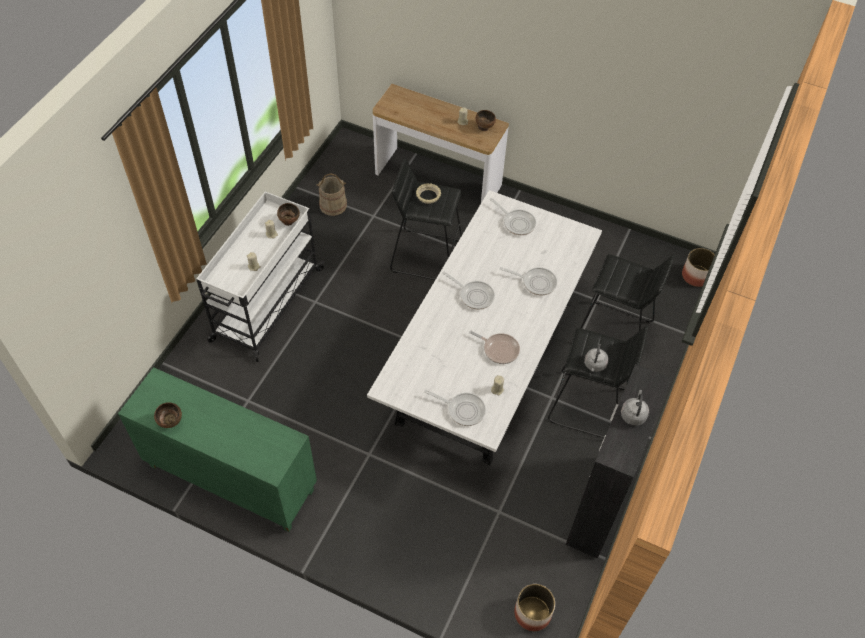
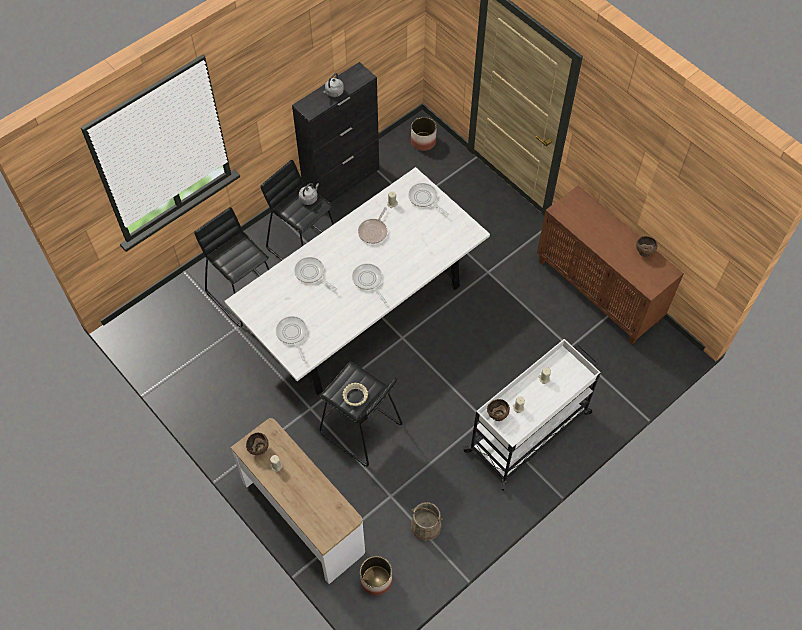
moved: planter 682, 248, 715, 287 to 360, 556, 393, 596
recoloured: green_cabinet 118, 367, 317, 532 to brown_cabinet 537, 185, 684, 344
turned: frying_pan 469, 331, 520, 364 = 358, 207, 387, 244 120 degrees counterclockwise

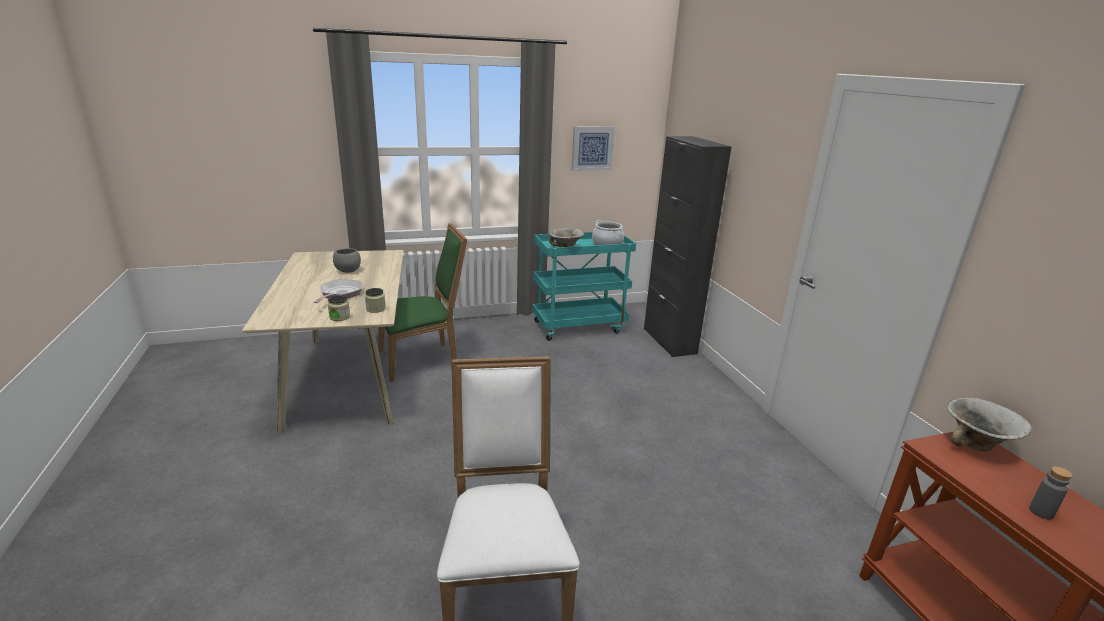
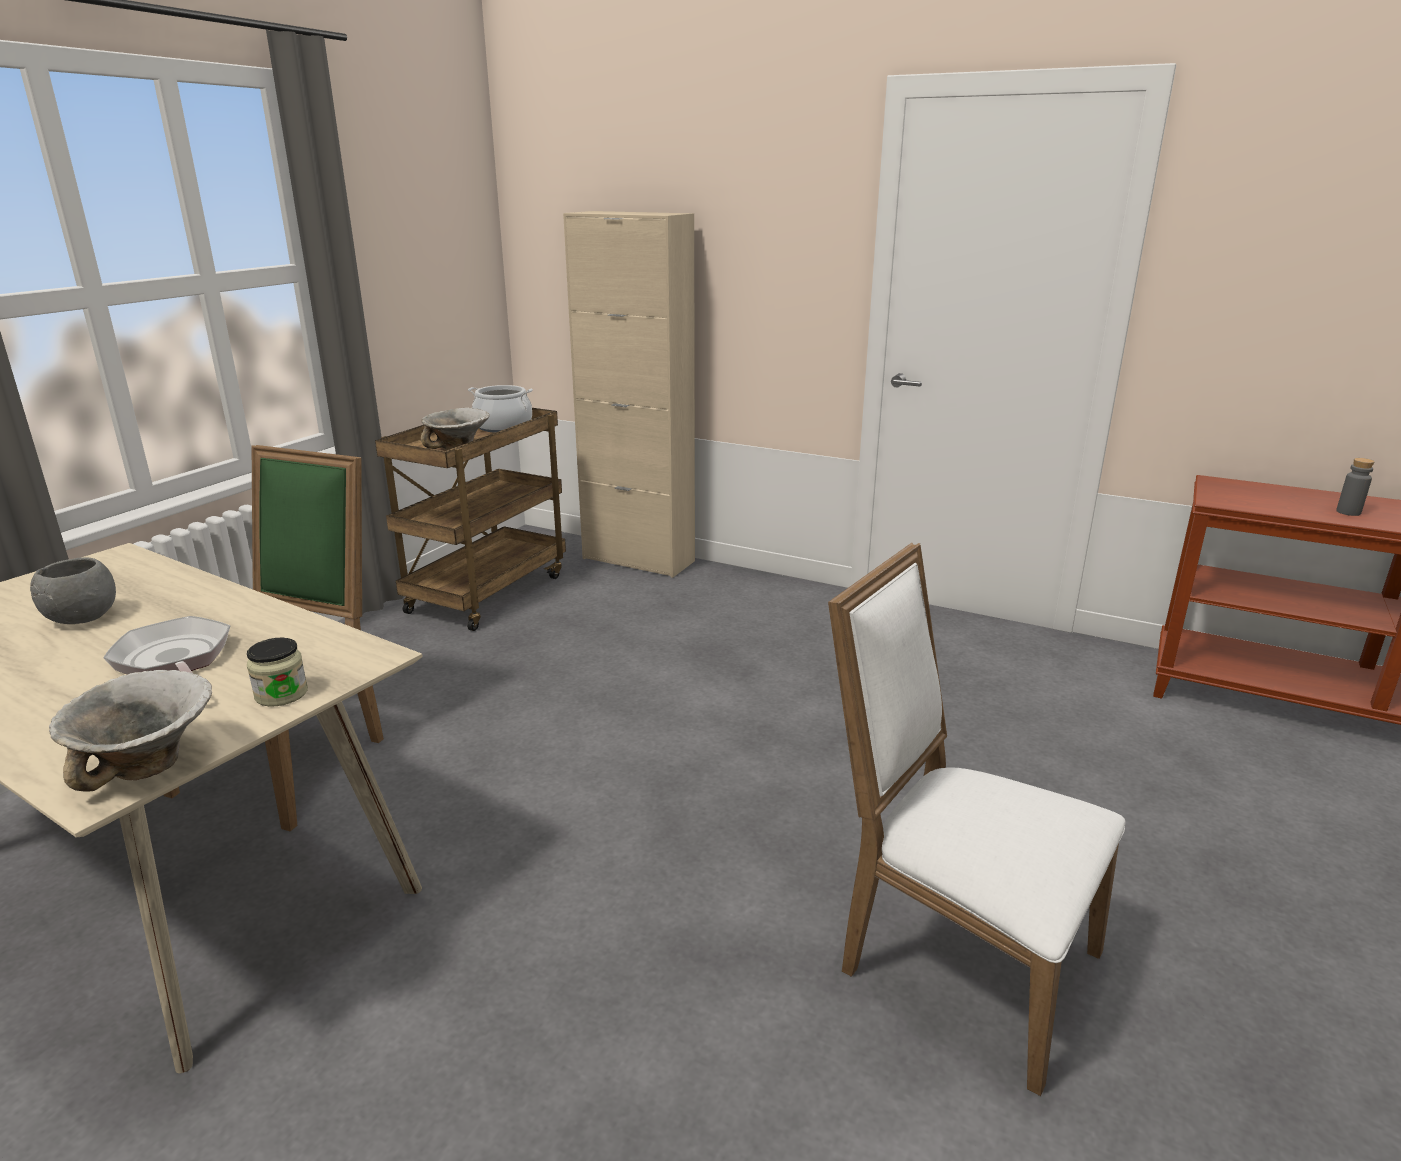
removed: picture 571, 126, 615, 171; jar 365, 288, 386, 313
moved: bowl 947, 397, 1032, 451 to 49, 670, 212, 791
recoloured: black_cabinet 644, 136, 731, 357 to beige_cabinet 563, 211, 695, 578; turquoise_cart 532, 232, 636, 341 to brown_cart 375, 408, 566, 631

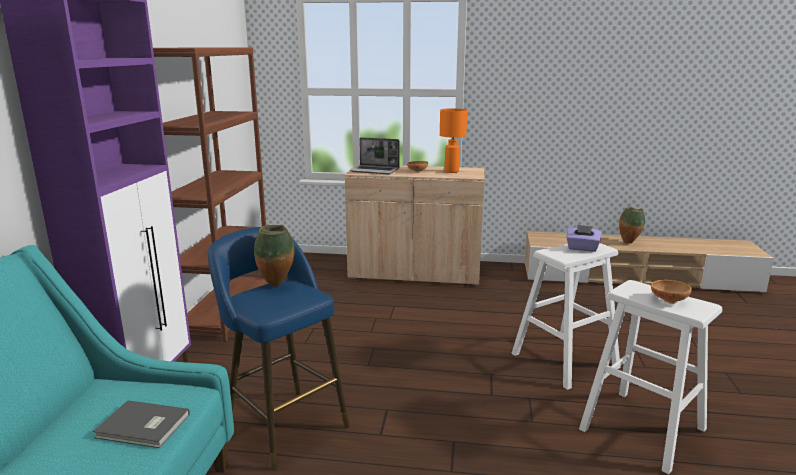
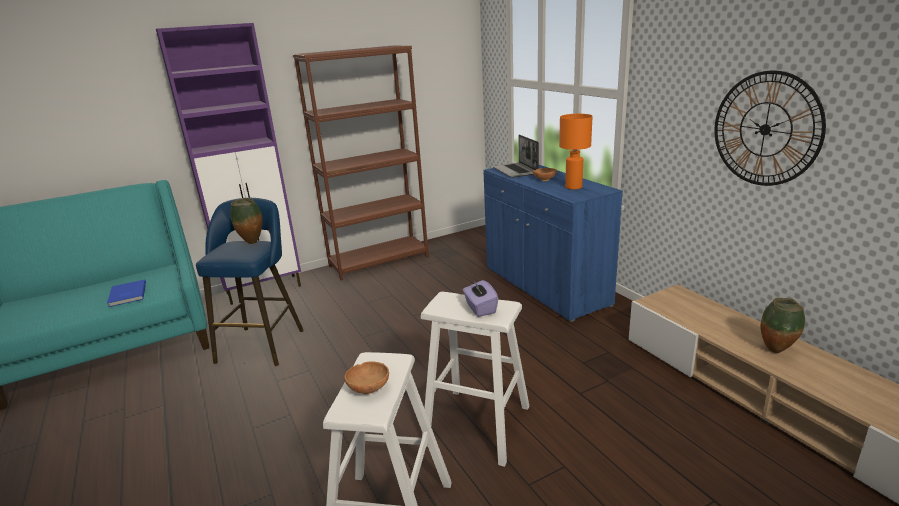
added: wall_clock 715, 71, 826, 186
recoloured: beige_cabinet 344, 164, 484, 286 to blue_cabinet 483, 165, 623, 322; grey_book 93, 400, 190, 448 to blue_book 107, 279, 146, 307

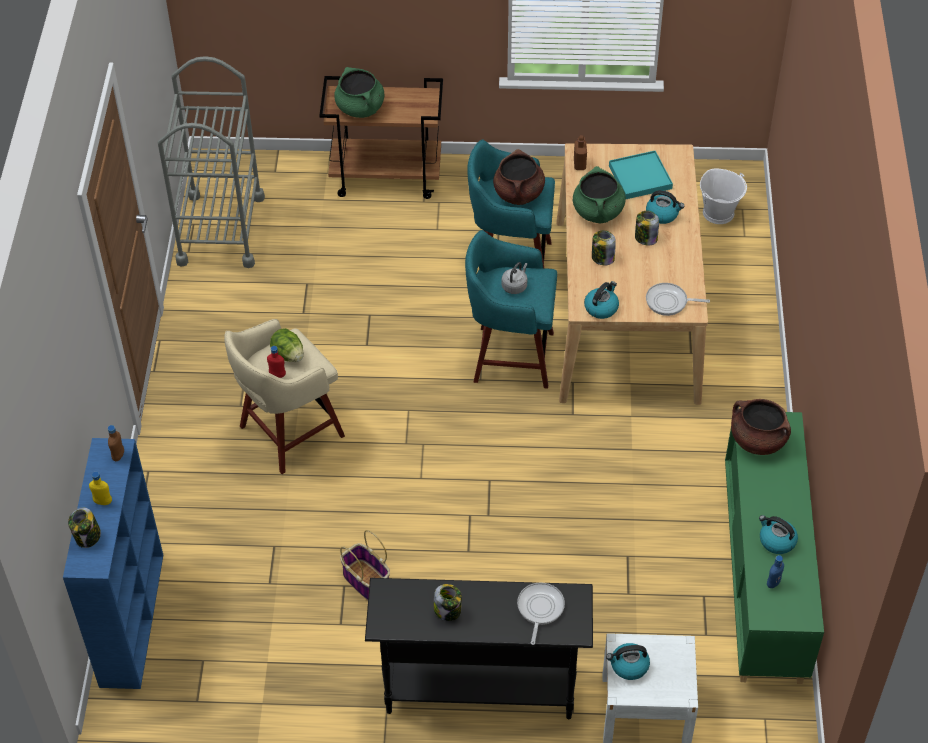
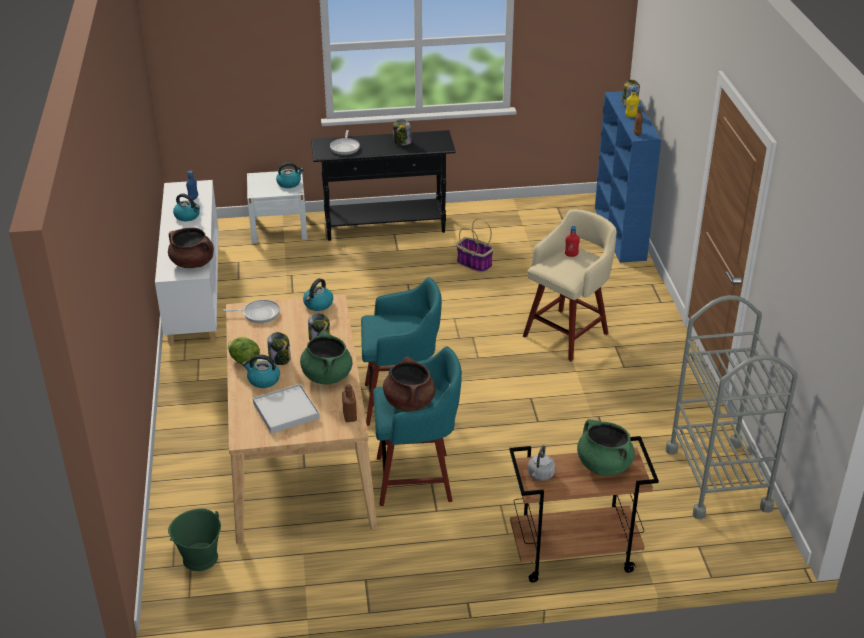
moved: grey_kettle 501, 262, 528, 294 to 528, 445, 555, 481; lettuce 270, 328, 304, 362 to 228, 337, 260, 365
recoloured: turquoise_tray 609, 151, 673, 199 to white_tray 253, 384, 320, 434; white_bucket 700, 169, 747, 224 to green_bucket 168, 508, 221, 571; green_cabinet 725, 412, 824, 684 to white_cabinet 155, 180, 219, 346

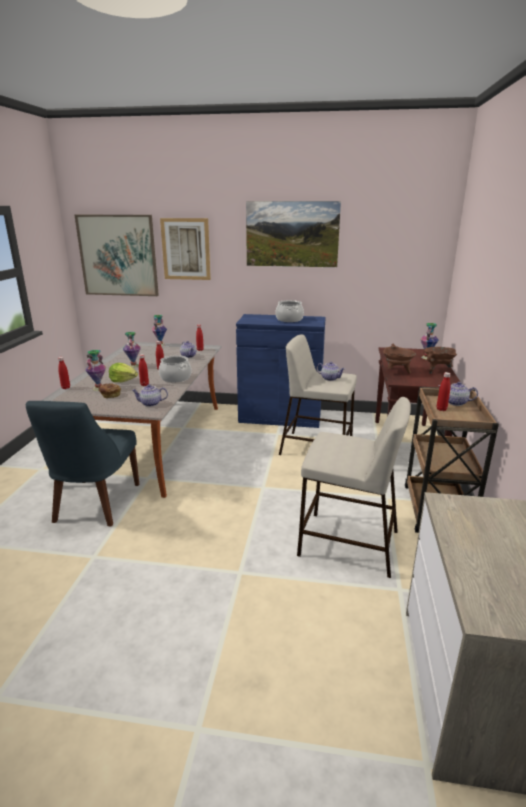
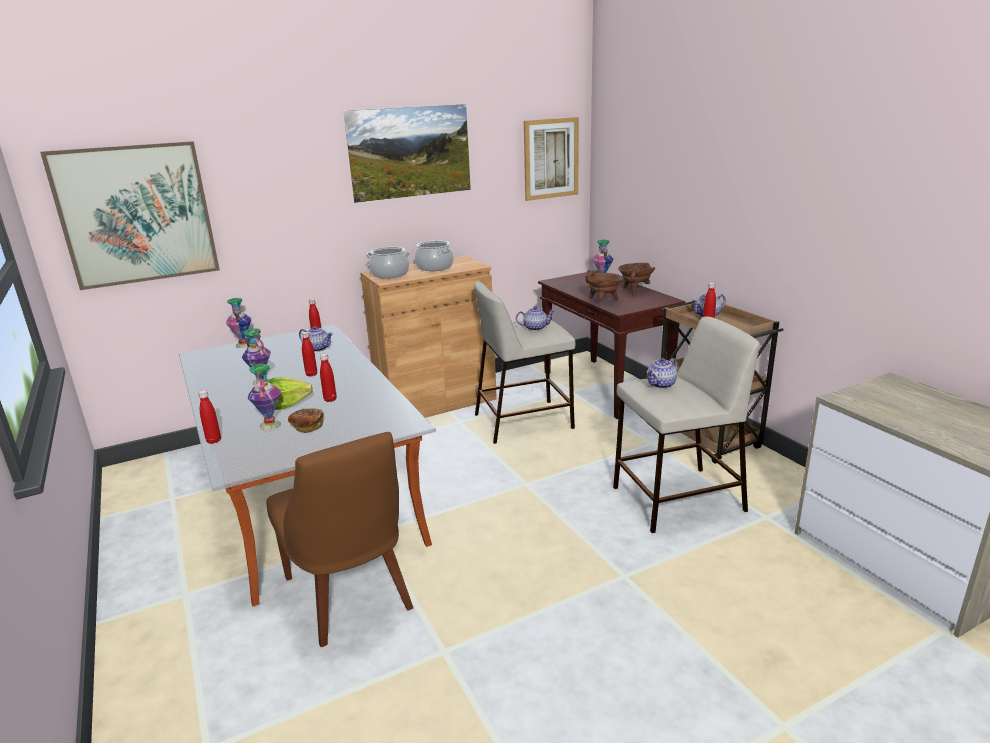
moved: picture 160, 218, 211, 280 to 524, 117, 579, 201; cooking_pot 159, 355, 192, 382 to 366, 247, 410, 278; teapot 131, 384, 168, 407 to 646, 358, 678, 389
recoloured: blue_cabinet 236, 314, 326, 428 to brown_cabinet 360, 256, 497, 418; blue_chair 26, 401, 139, 526 to brown_chair 266, 432, 413, 647

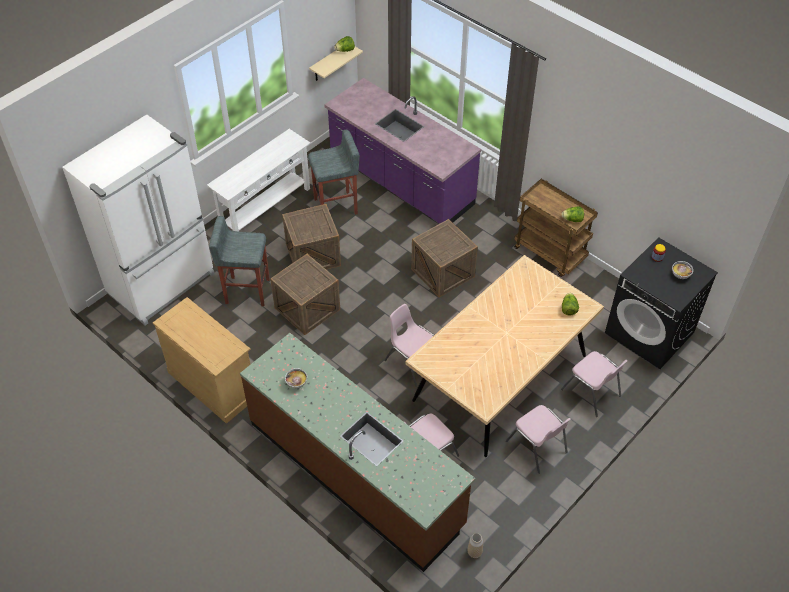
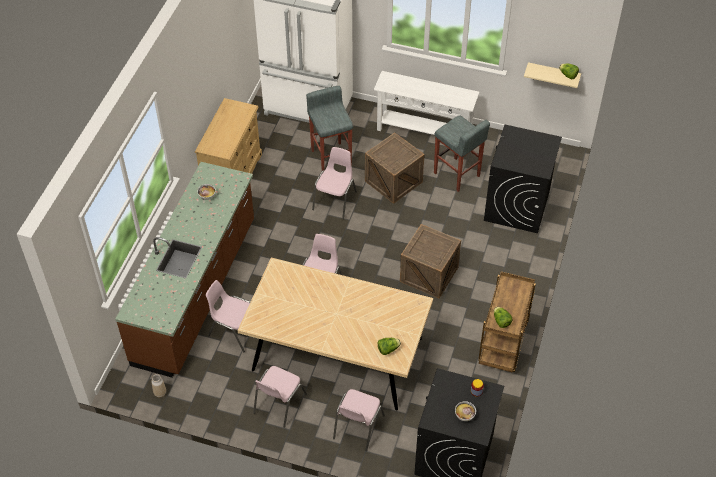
replaced: purple_counter 324, 78, 481, 224 to black_washing_machine 484, 125, 562, 233; crate 270, 254, 340, 335 to pink_chair 312, 147, 357, 219

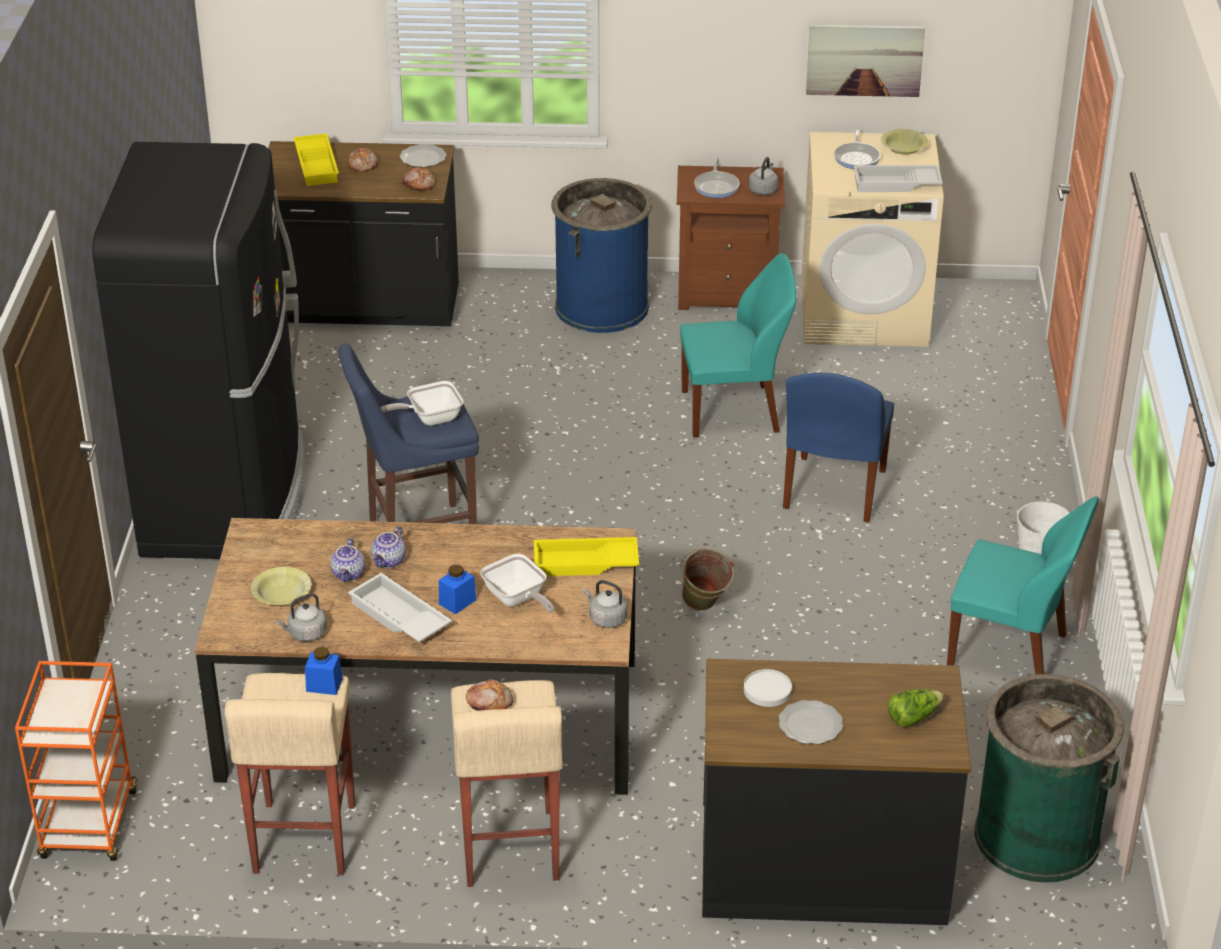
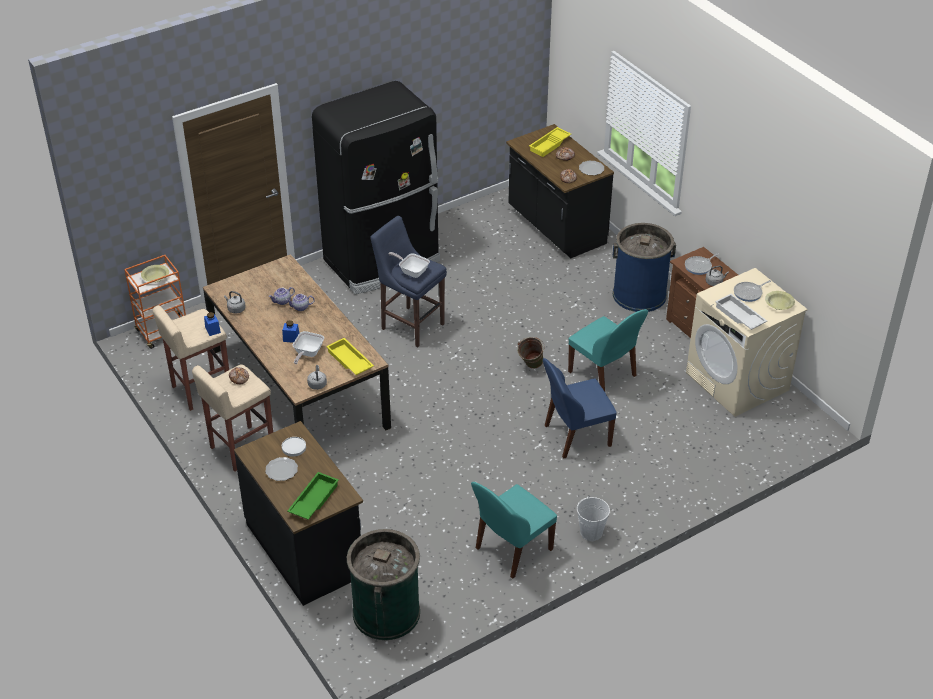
removed: picture 806, 25, 925, 97; white_tray 348, 573, 452, 642
moved: green_bucket 680, 548, 734, 611 to 517, 337, 545, 369; yellow_bowl 251, 567, 311, 606 to 141, 265, 169, 283
replaced: lettuce 888, 689, 944, 727 to green_tray 287, 472, 339, 520
turned: turquoise_chair 947, 496, 1099, 674 = 471, 482, 557, 579 60 degrees clockwise

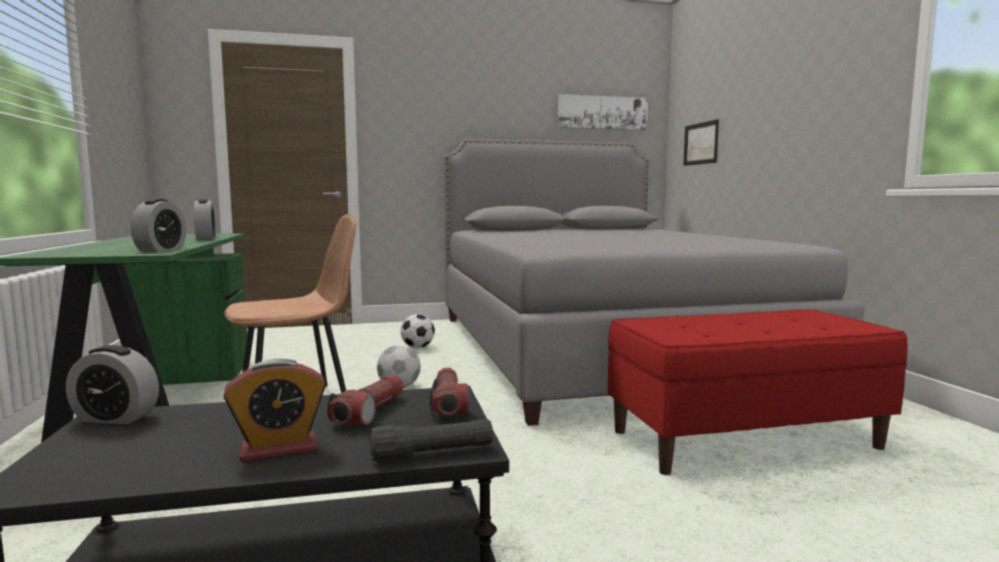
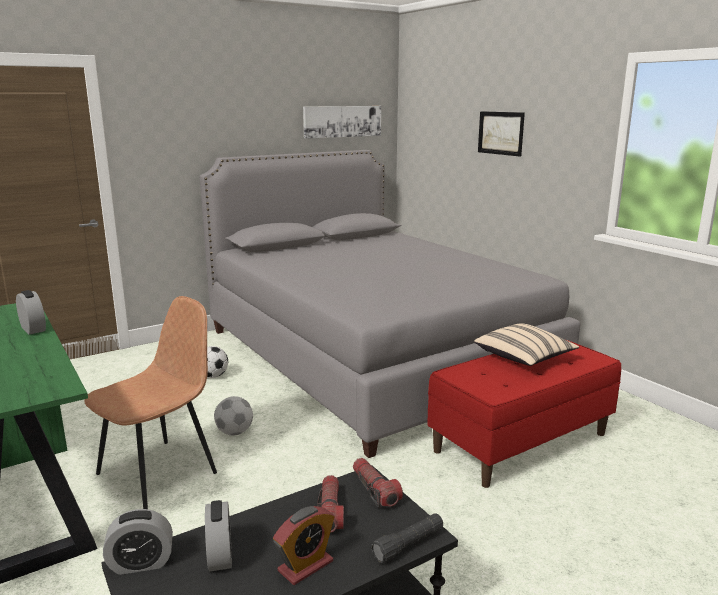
added: beige_pillow 474, 323, 579, 366
moved: picture 683, 119, 719, 166 to 478, 111, 525, 157; alarm_clock 131, 199, 186, 252 to 205, 500, 232, 572

